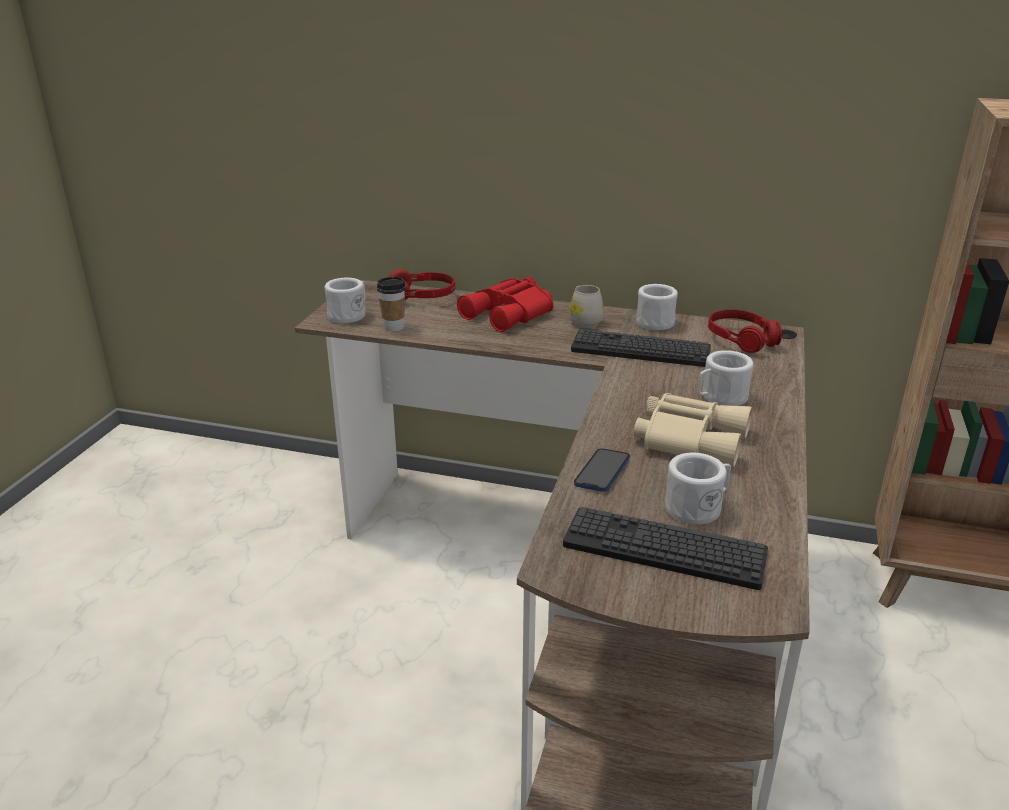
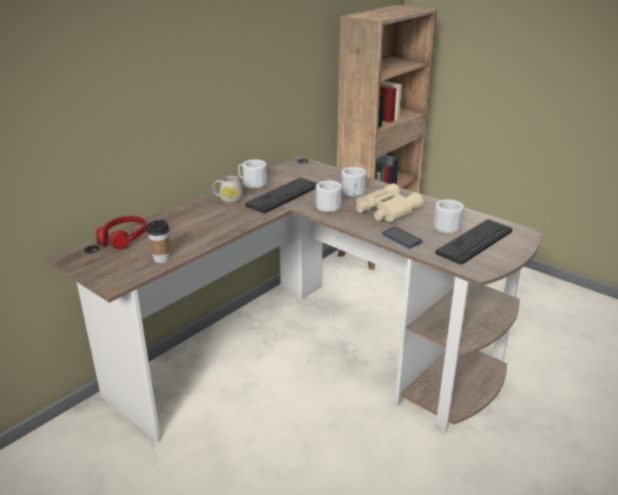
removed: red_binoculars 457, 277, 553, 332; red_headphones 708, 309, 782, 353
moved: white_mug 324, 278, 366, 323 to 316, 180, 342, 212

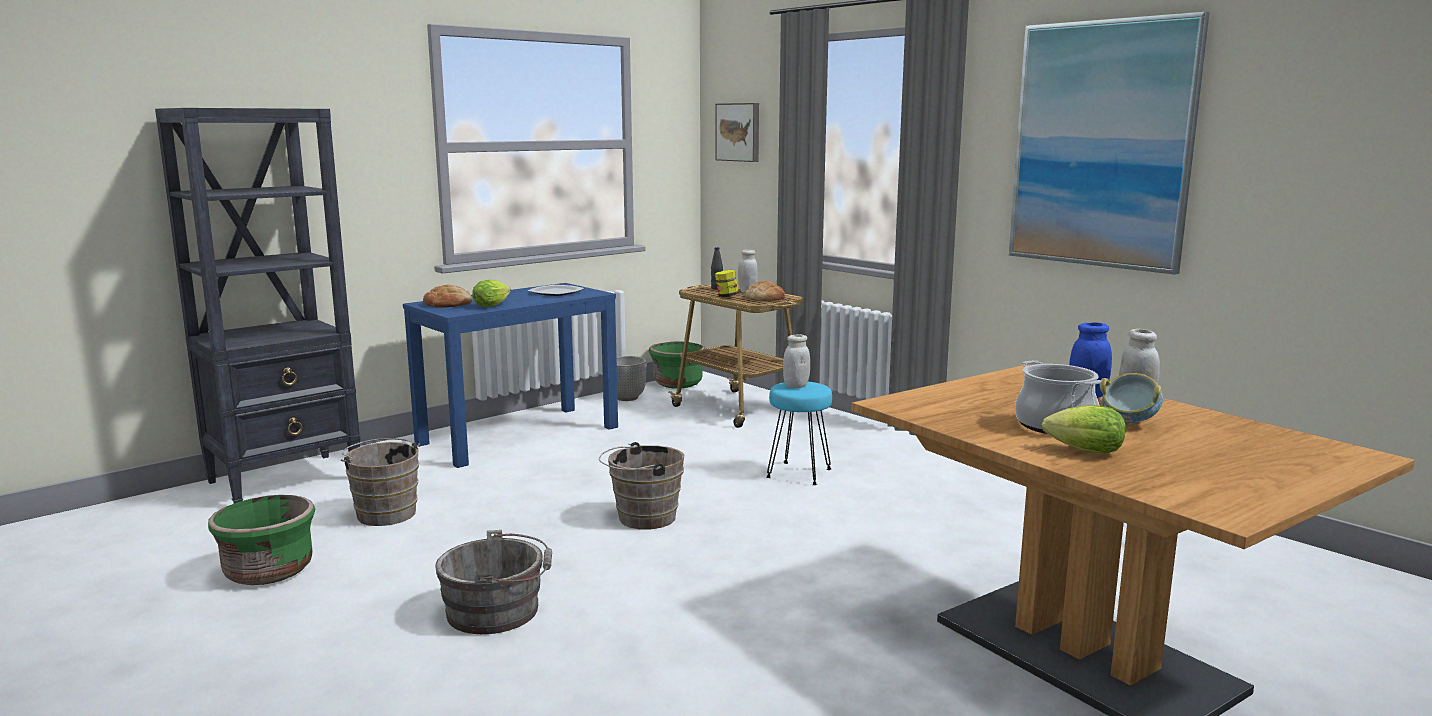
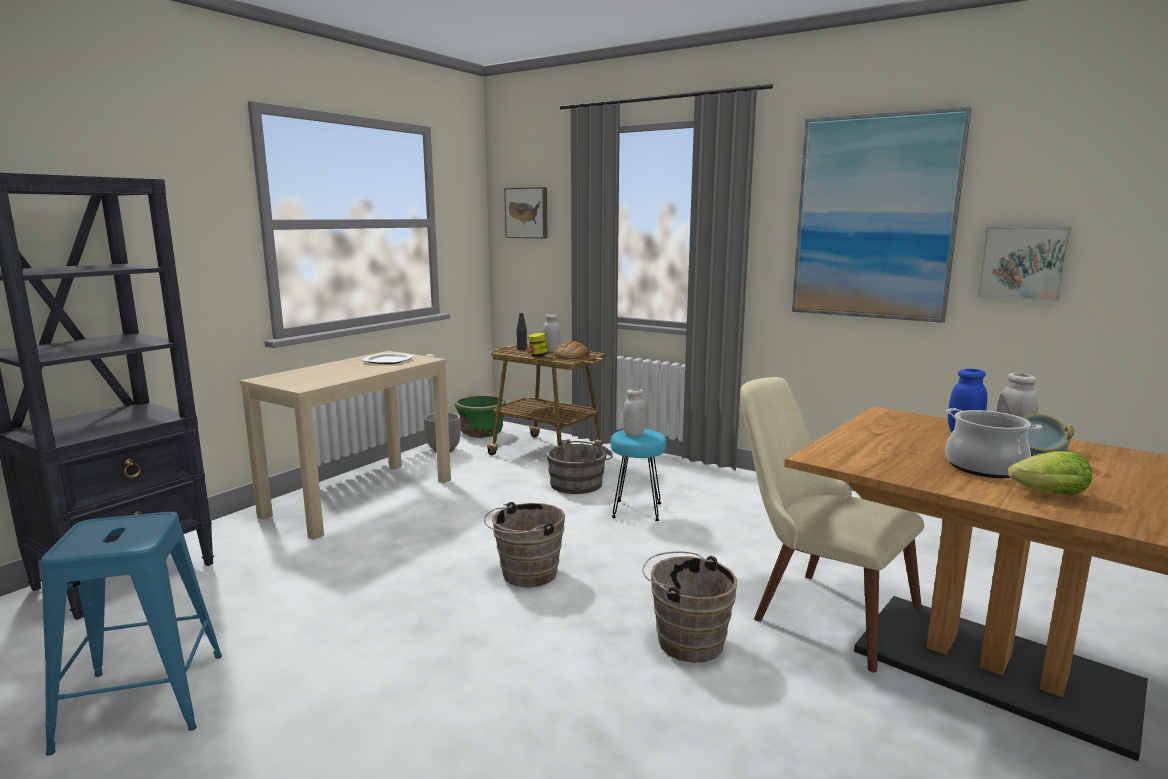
removed: lettuce 472, 280, 511, 307; bread 423, 285, 473, 308
added: picture 977, 227, 1071, 302; beige_chair 740, 377, 924, 673
moved: brown_bucket 341, 438, 420, 526 to 642, 551, 737, 663; grey_bucket 435, 530, 552, 634 to 546, 439, 613, 494
replaced: green_planter 208, 495, 315, 585 to blue_stool 41, 512, 222, 755
recoloured: blue_console_table 403, 283, 618, 468 to beige_console_table 240, 351, 451, 540

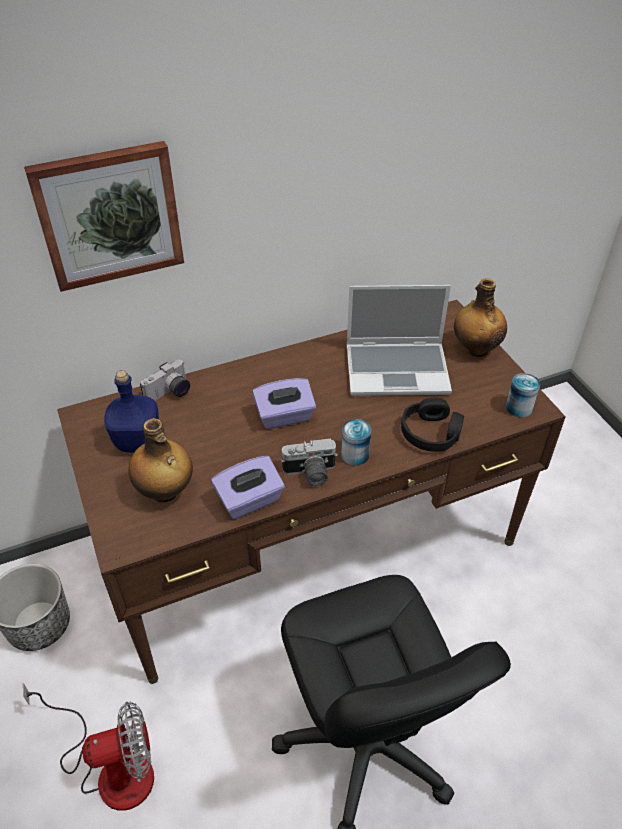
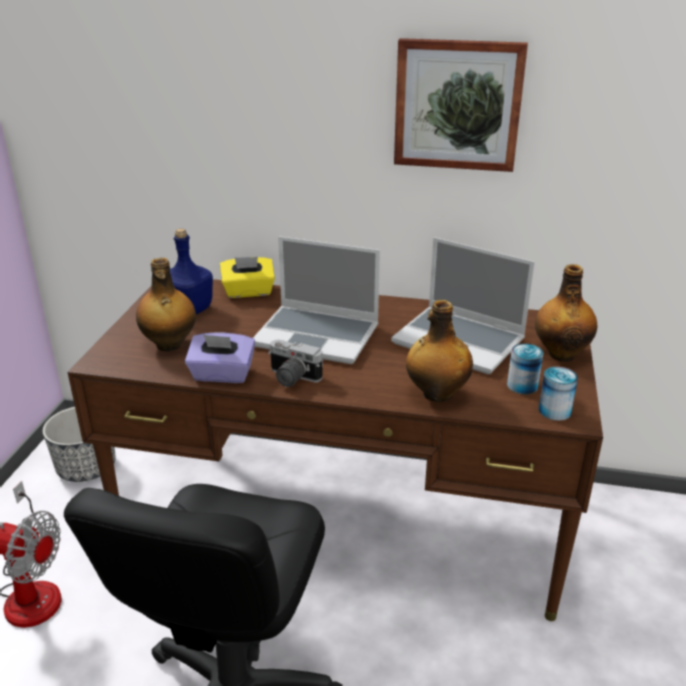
moved: picture 24, 141, 184, 292 to 394, 38, 528, 172; can 341, 419, 371, 466 to 507, 343, 543, 395
replaced: photo_camera 140, 360, 190, 401 to yellow_tissue_box 220, 257, 275, 298; purple_tissue_box 252, 378, 316, 429 to laptop 253, 236, 380, 364; black_headphones 401, 398, 464, 452 to bottle 406, 300, 473, 402

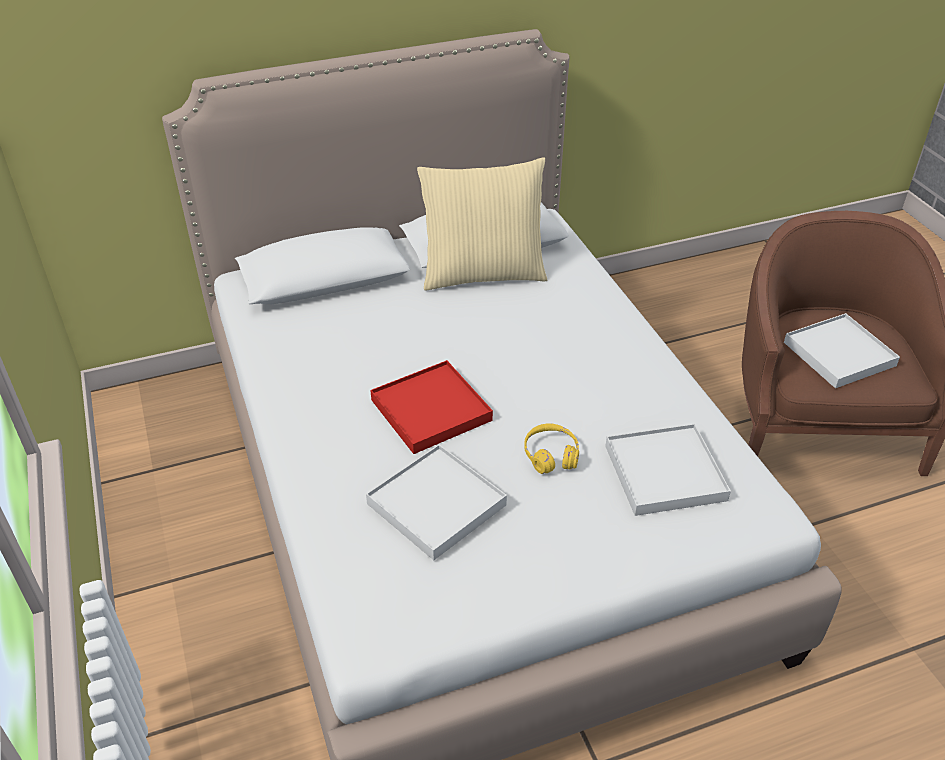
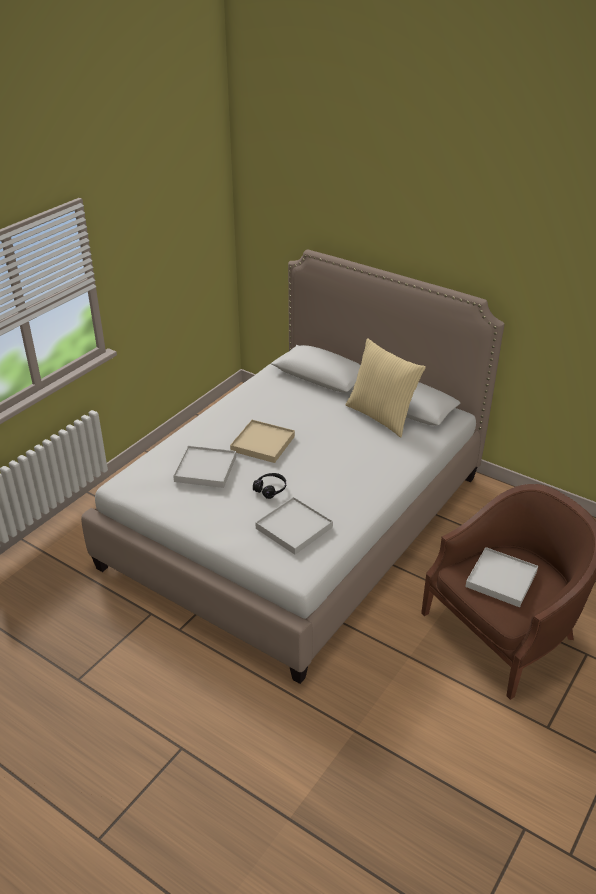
recoloured: red_tray 370, 360, 493, 454 to beige_tray 230, 420, 295, 463; yellow_headphones 524, 423, 579, 474 to black_headphones 253, 473, 286, 499

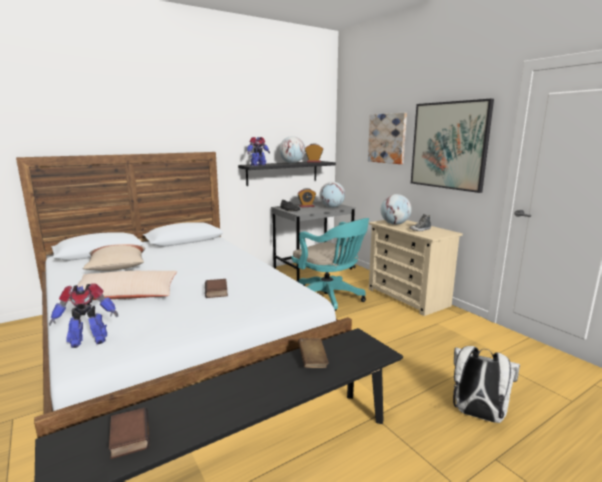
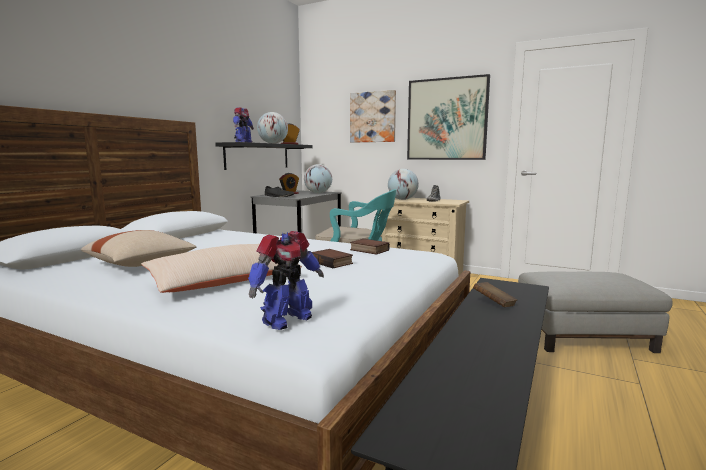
moved: book 109, 407, 150, 459 to 350, 239, 390, 255
replaced: white_backpack 453, 346, 520, 423 to grey_ottoman 518, 271, 673, 353

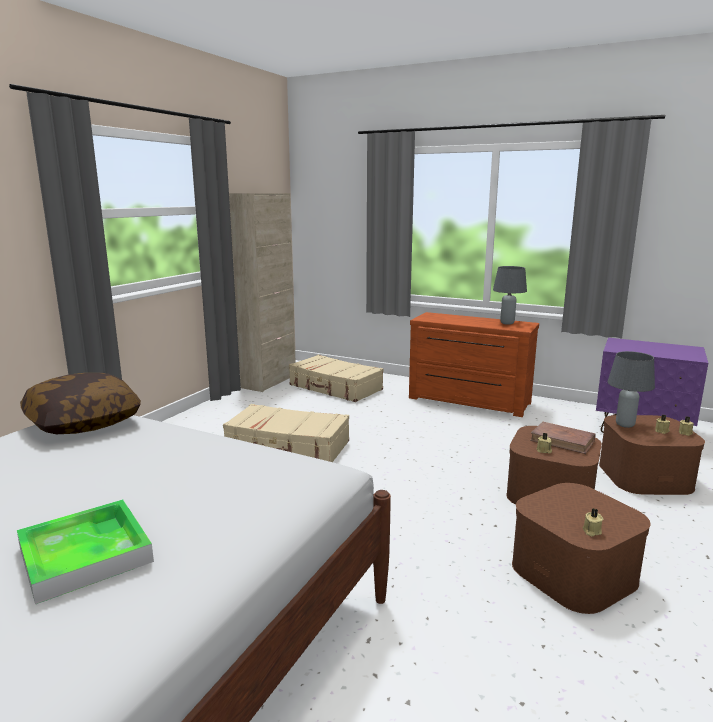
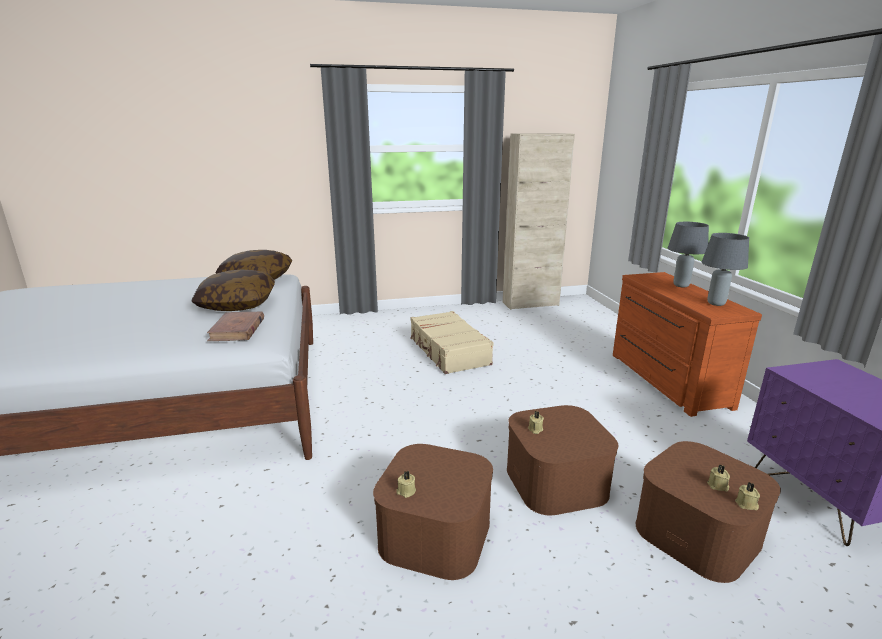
removed: beige_suitcase 289, 355, 383, 402; tray 17, 499, 154, 605
added: pillow 192, 270, 275, 311
moved: grey_table_lamp 608, 351, 655, 428 to 668, 222, 709, 288; brown_book 530, 422, 595, 454 to 207, 312, 264, 341

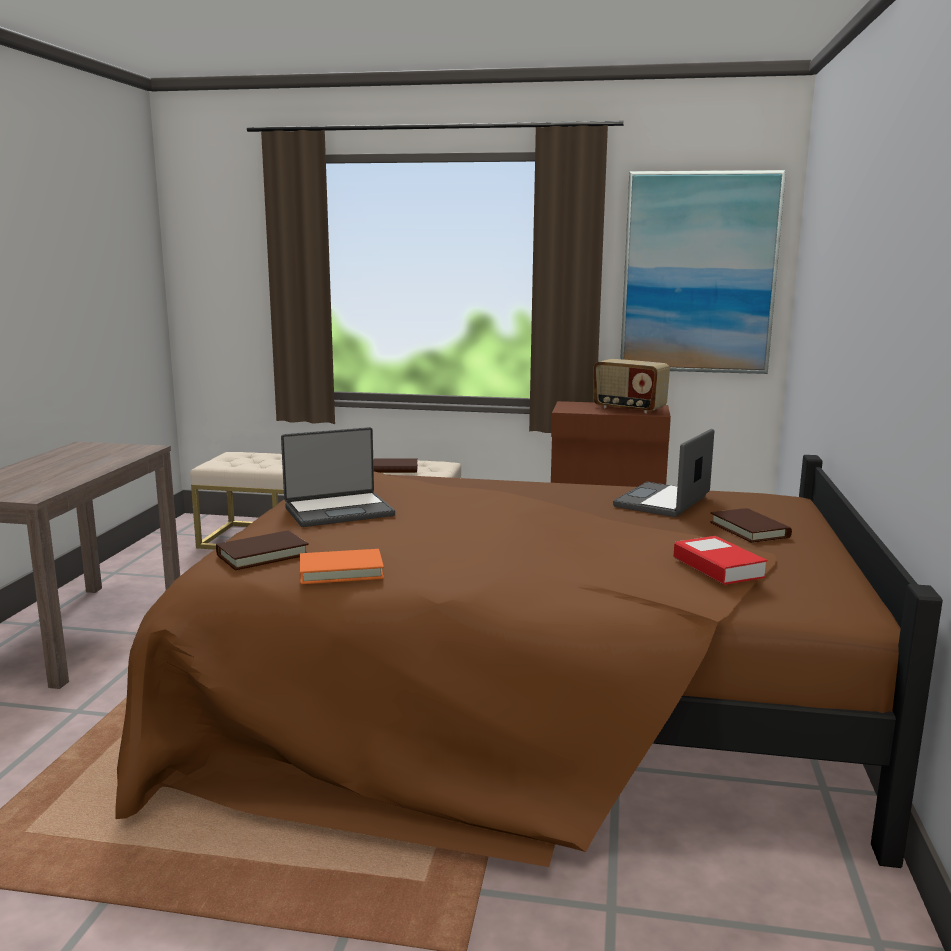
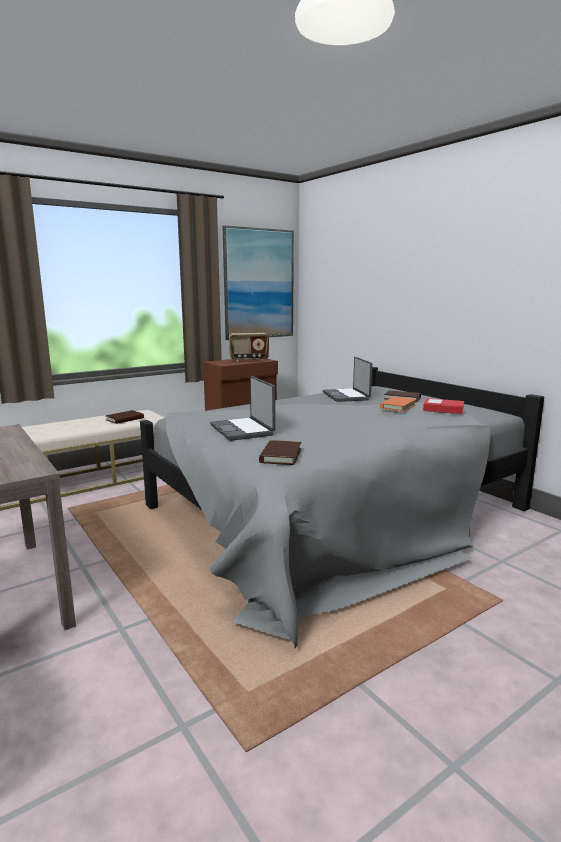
moved: orange_book 300, 549, 384, 584 to 380, 397, 417, 412
recoloured: brown_bed 115, 455, 943, 868 to grey_bed 140, 367, 544, 648
turned: laptop 281, 427, 395, 527 = 210, 376, 275, 441 135 degrees clockwise

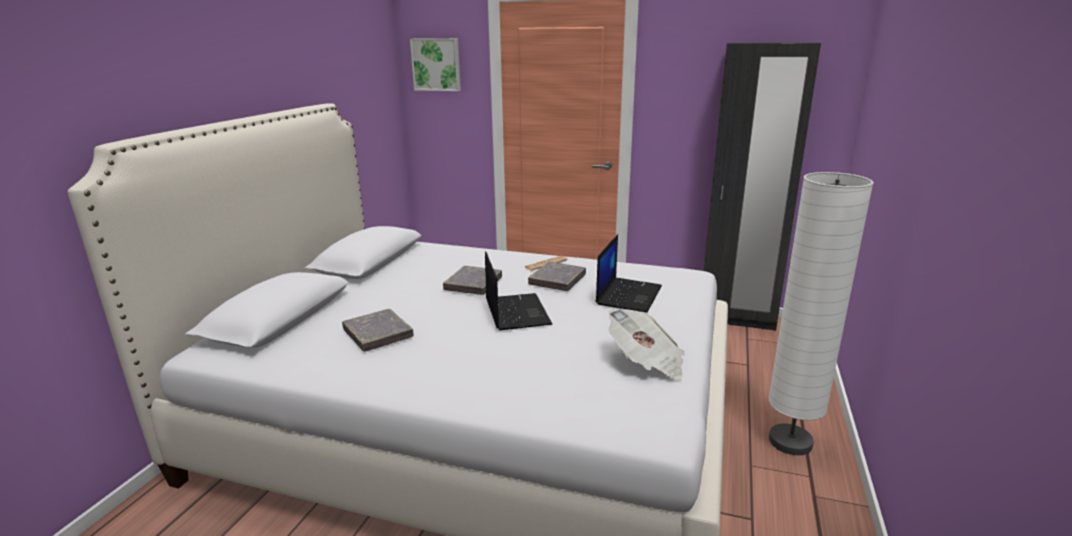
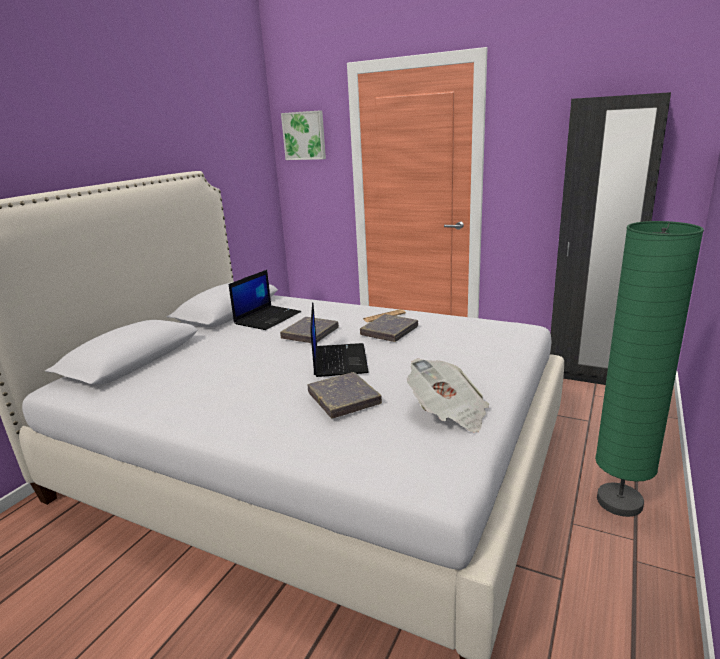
moved: laptop 596, 234, 662, 312 to 229, 270, 301, 330; grey_book 342, 309, 414, 352 to 307, 372, 382, 419
recoloured: white_floor_lamp 769, 172, 874, 455 to green_floor_lamp 595, 221, 704, 517

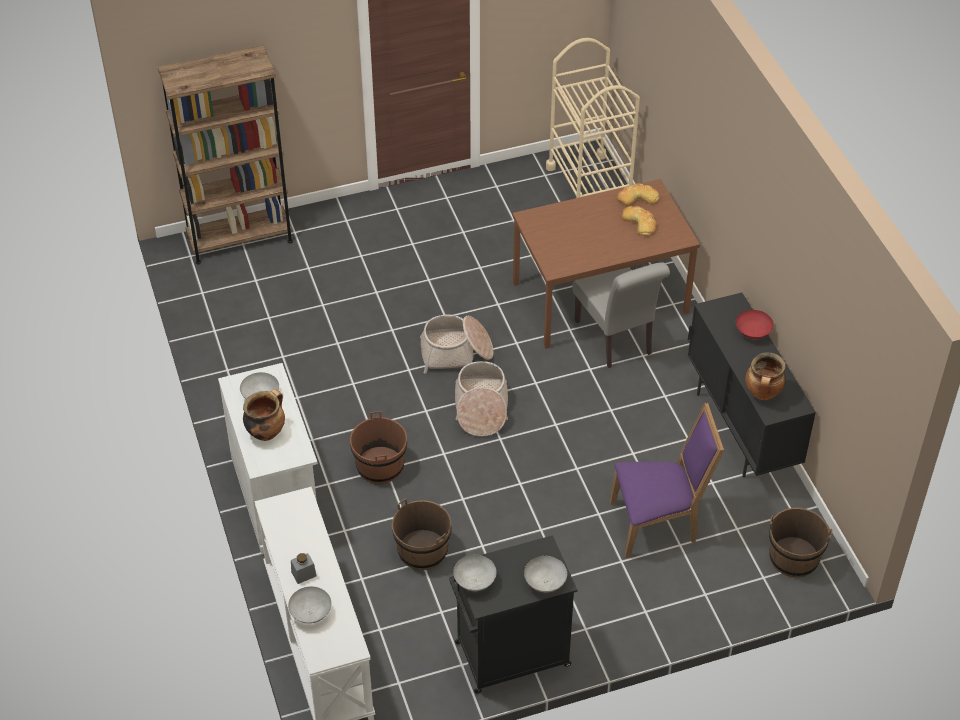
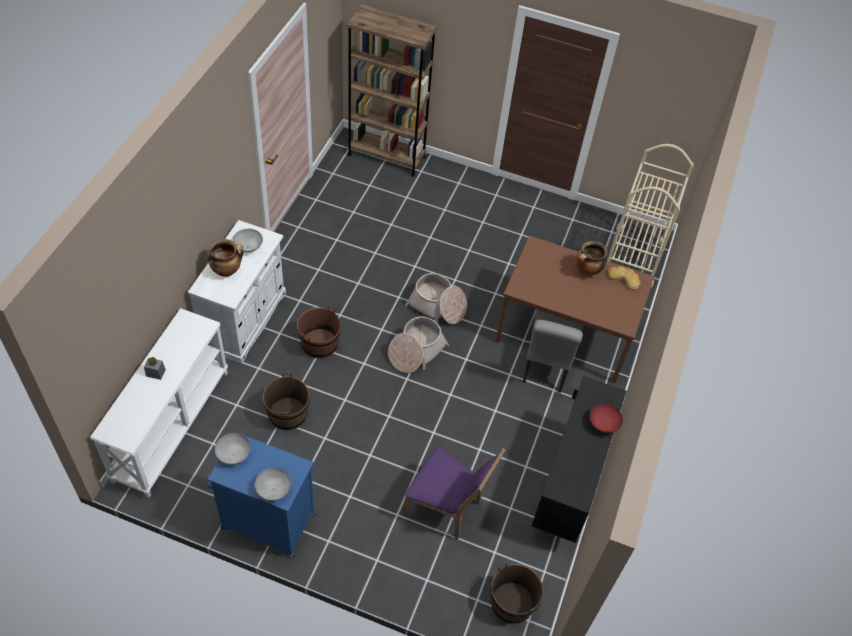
removed: bread 622, 206, 656, 236; grey_bowl 288, 586, 332, 624
moved: cooking_pot 745, 353, 786, 400 to 576, 241, 608, 276
recoloured: black_cabinet 449, 535, 577, 694 to blue_cabinet 207, 432, 316, 557

